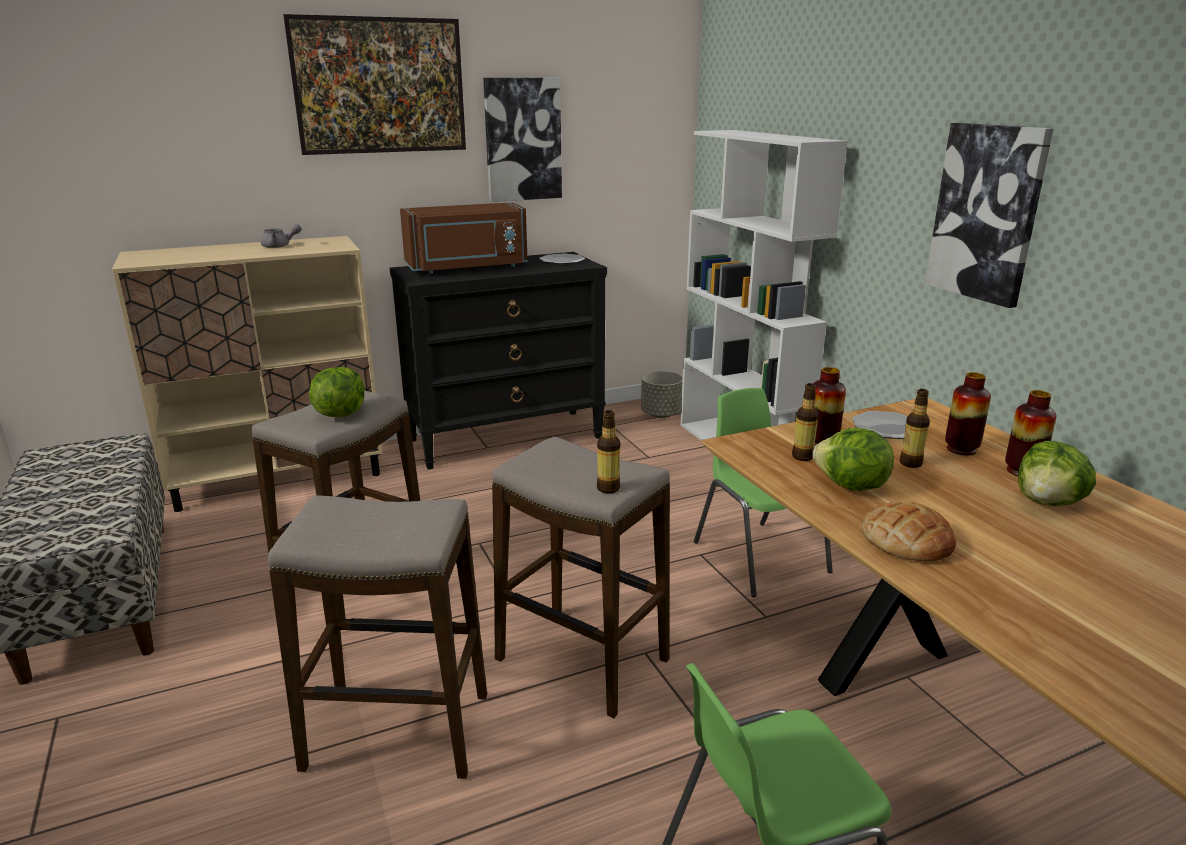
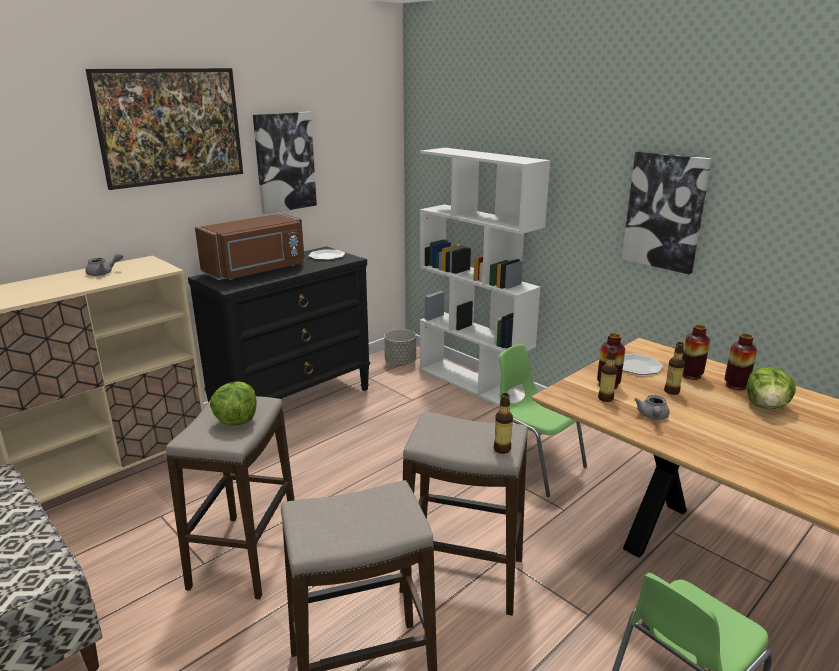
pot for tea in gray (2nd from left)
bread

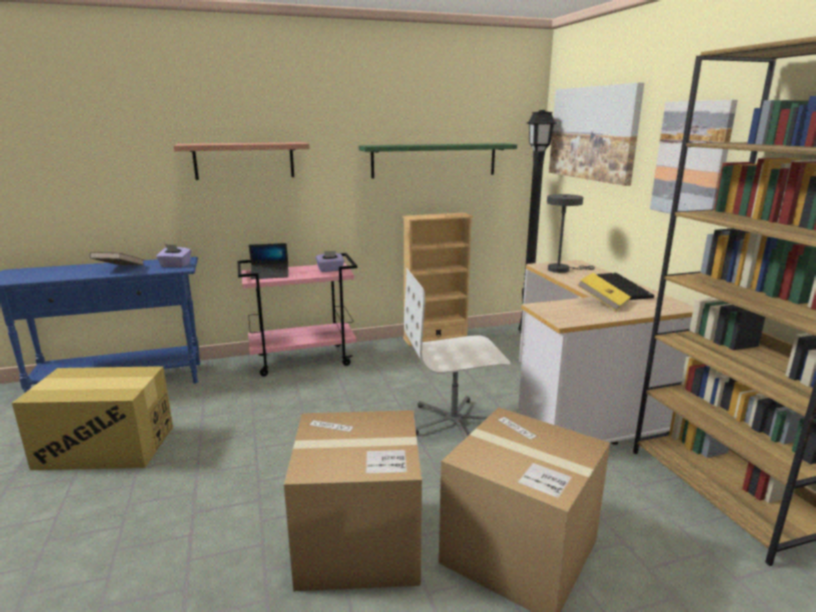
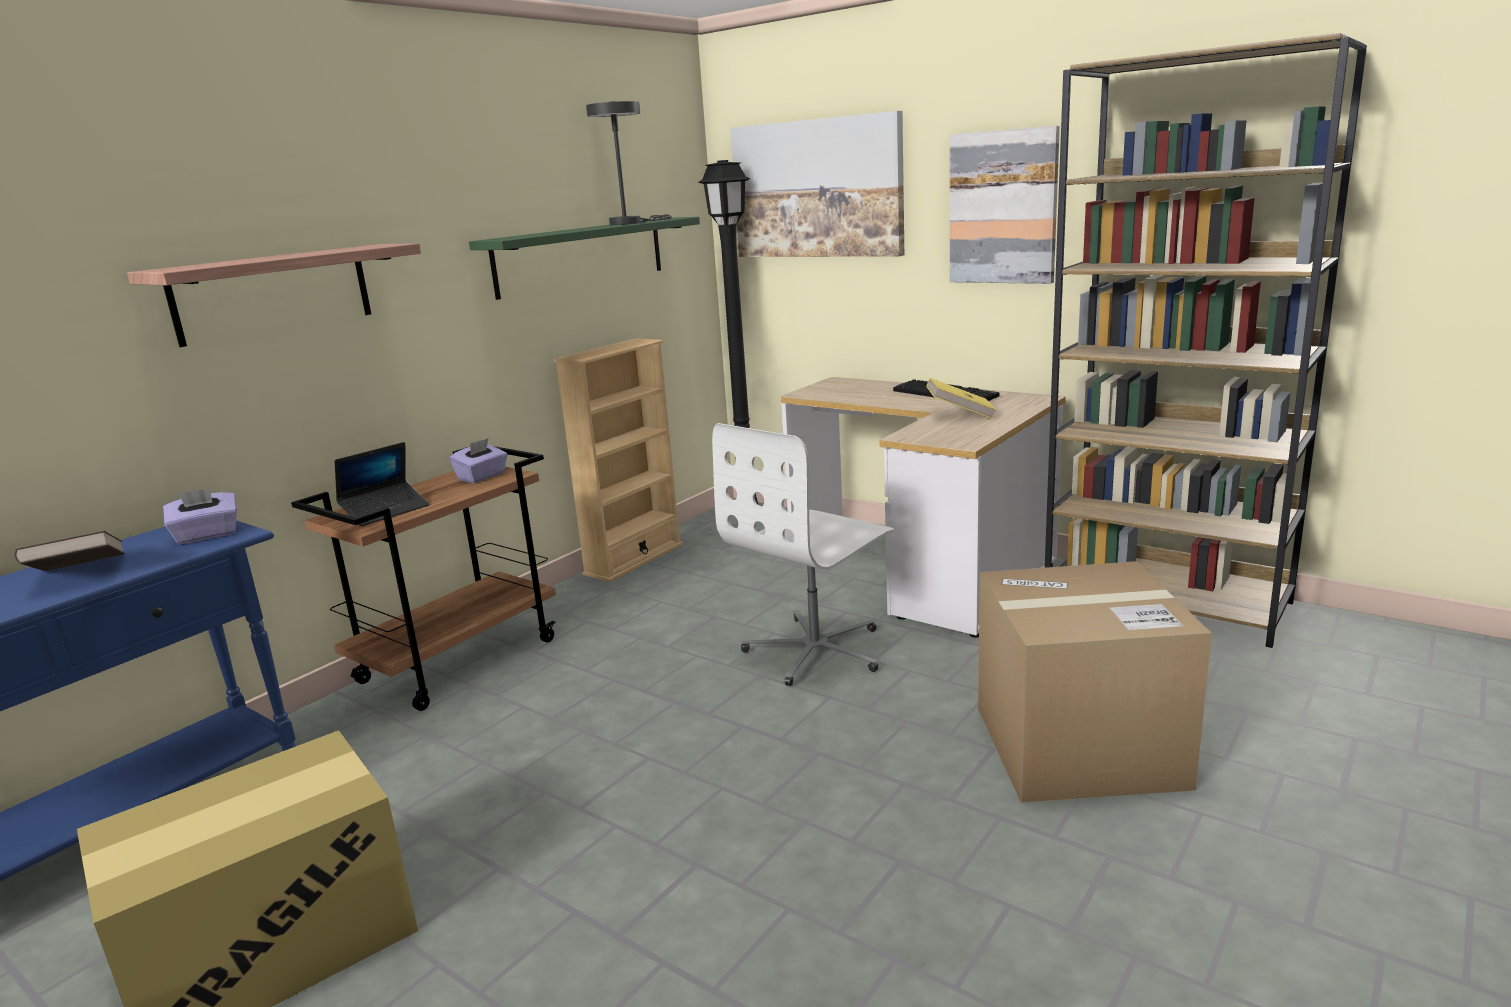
wheeled cart in brown-coloured
lamp for a table in gray
packing box (2nd from left in the first image)

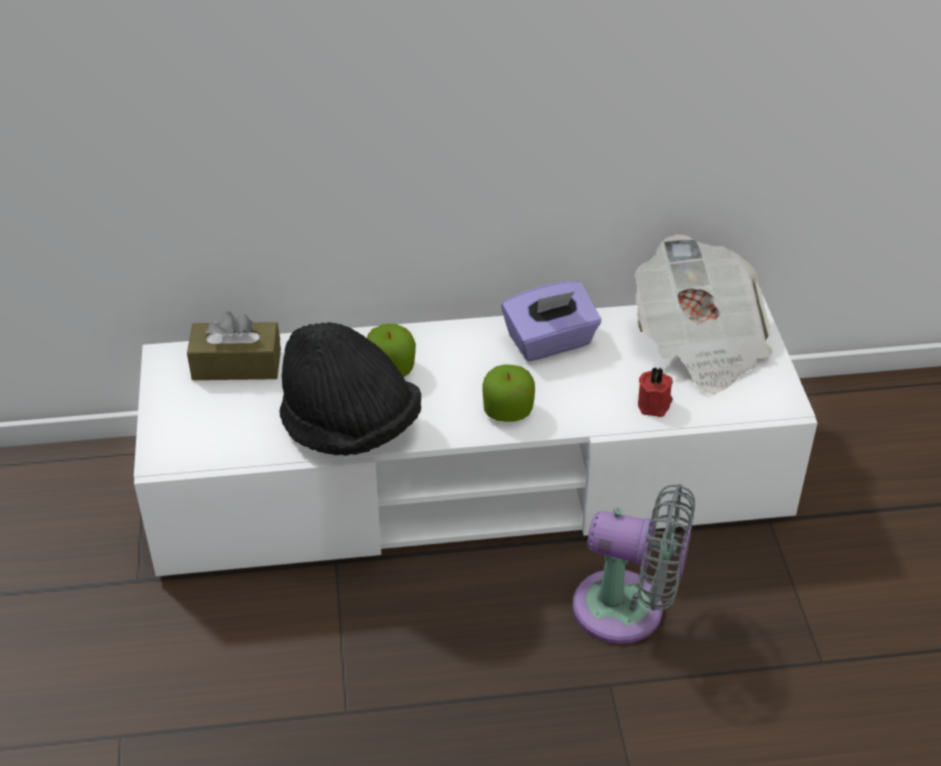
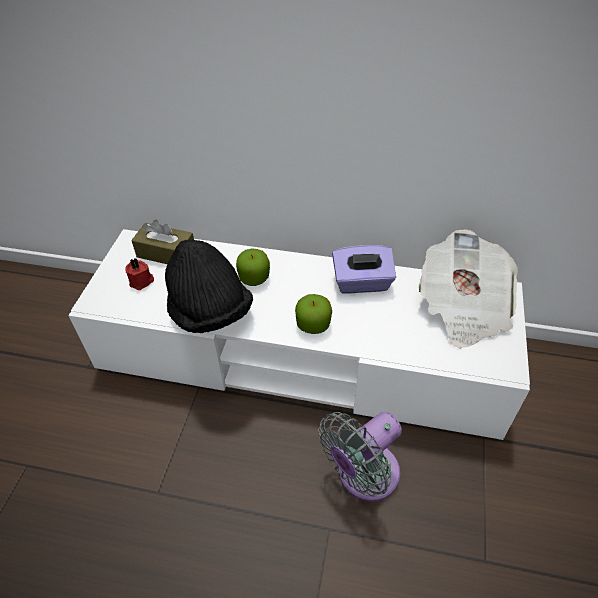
wax candle in reddish
electric fan in gray

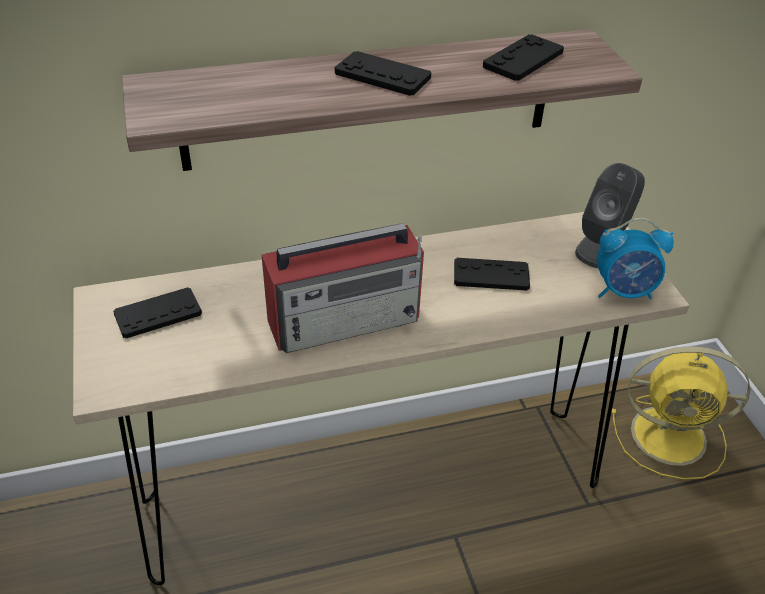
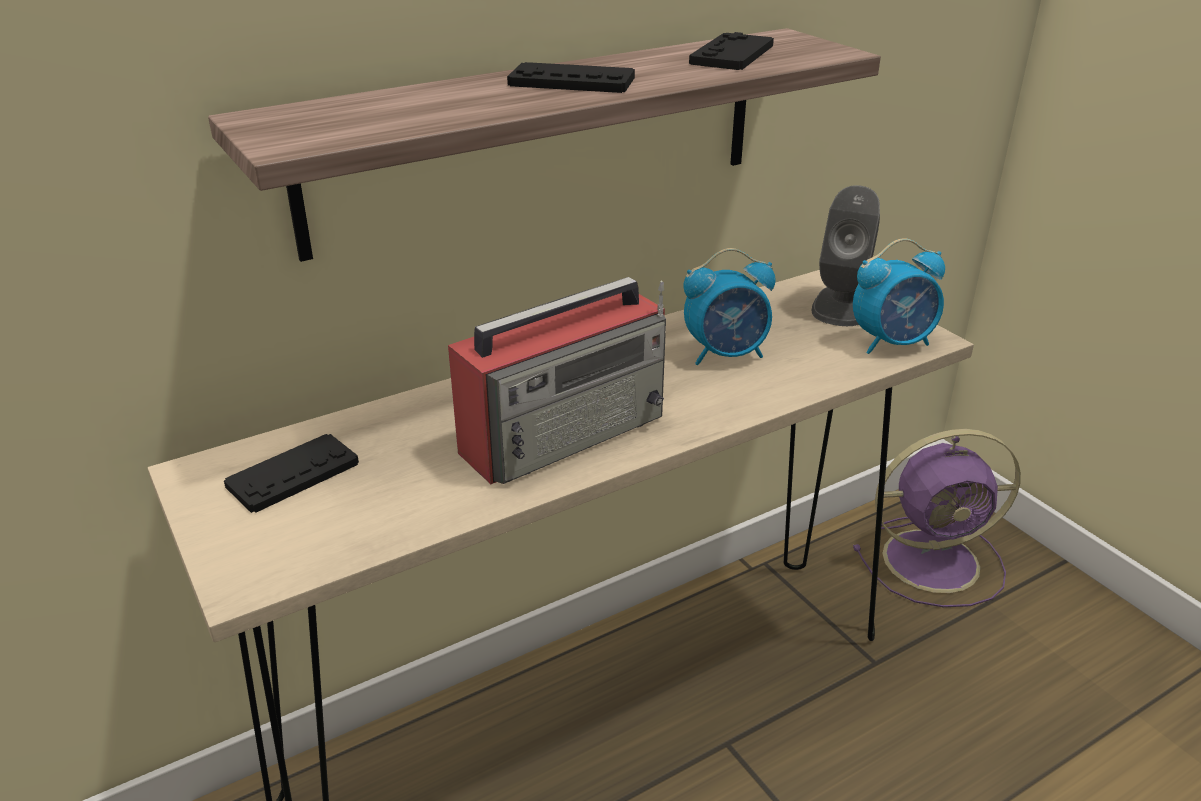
alarm clock (1st from left)
electric fan in purple

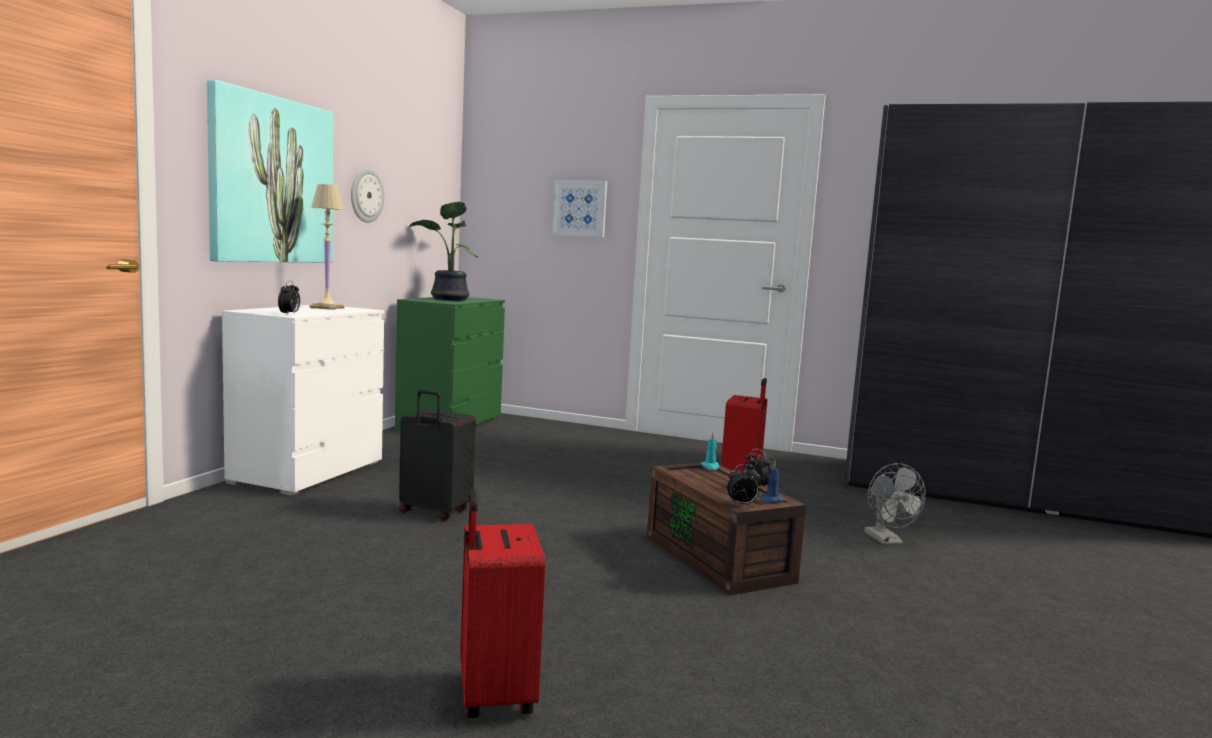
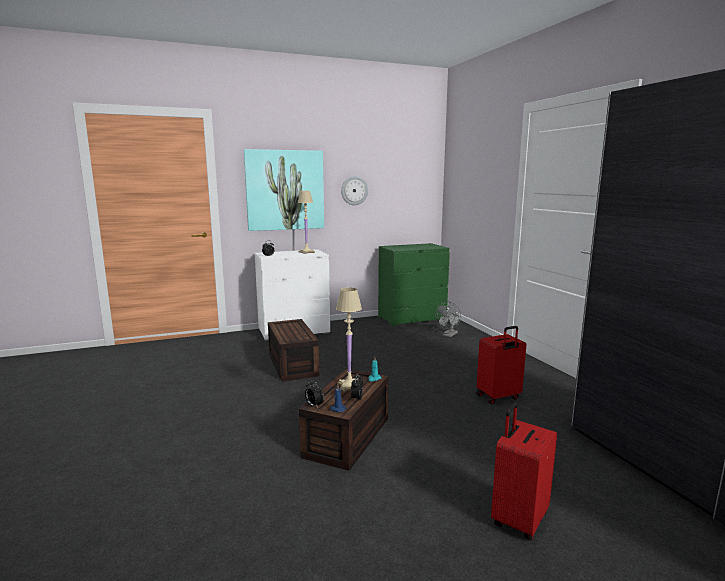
storage bin in brown-coloured (1st from left)
lamp for a table in beige-coloured (2nd from left)
electric fan in gray
travel case in reddish (2nd from left)
plant in a pot
wall art (2nd from left in the first image)

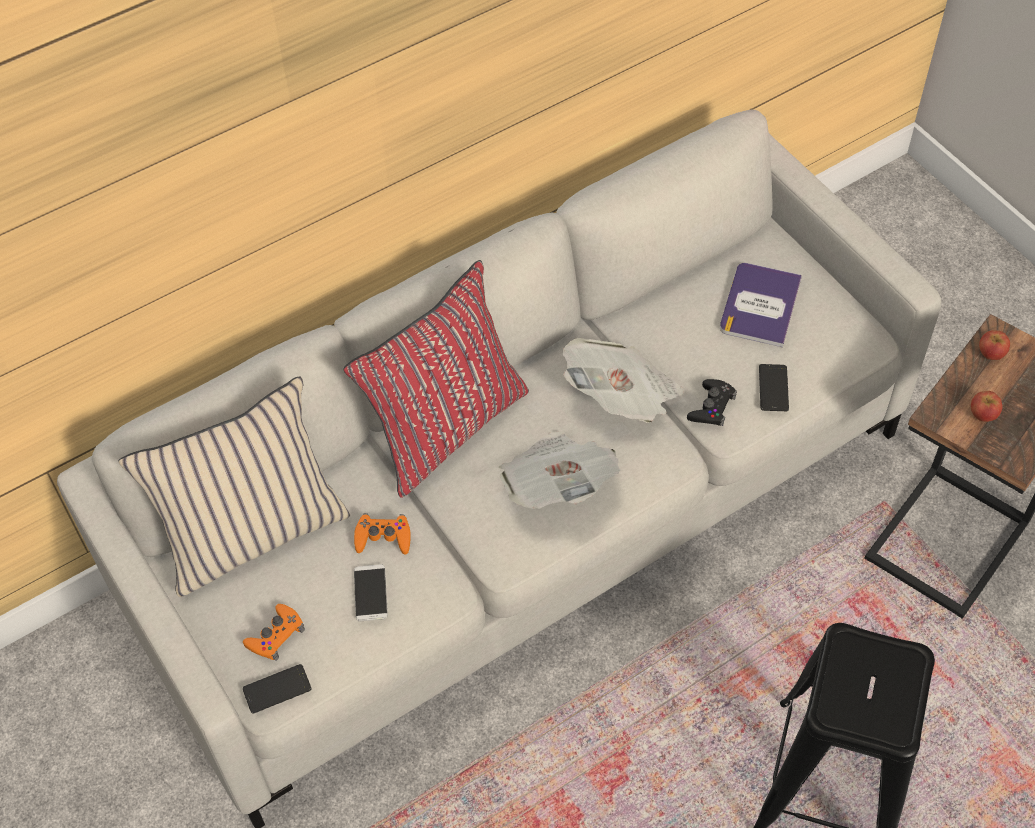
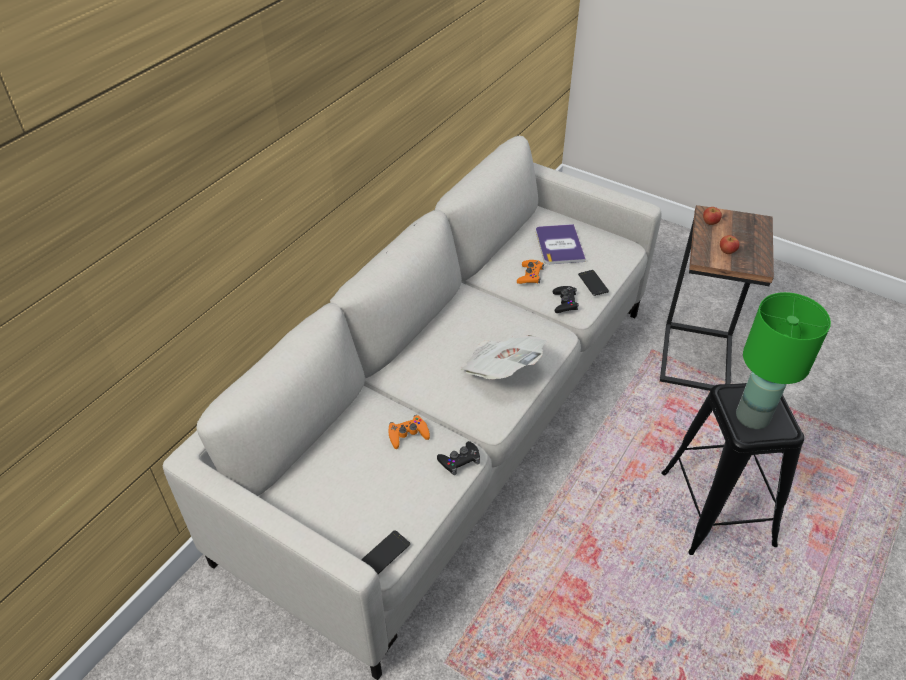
gamepad in blackish (1st from left)
gamepad in orange (2nd from left)
lamp for a table in green-coloured
pillow in beige-coloured
pillow in reddish
telephone (2nd from left in the first image)
printed paper (2nd from left in the first image)

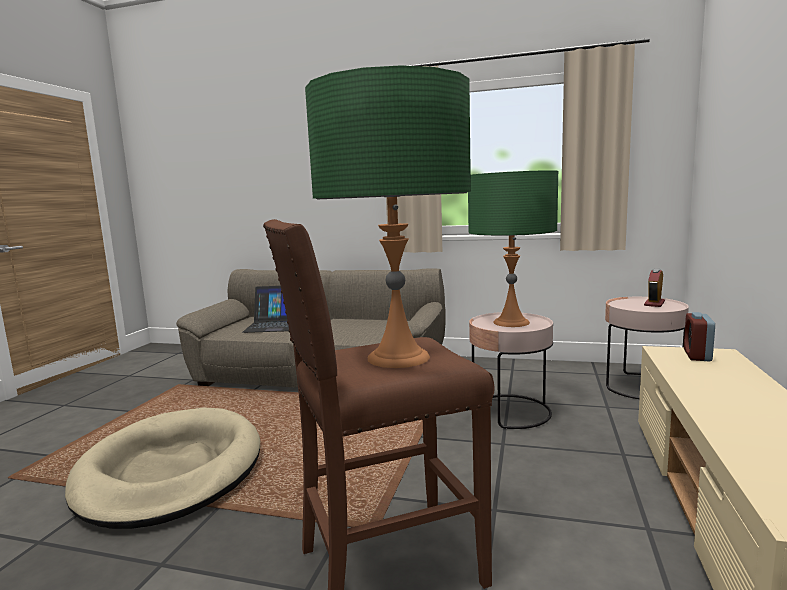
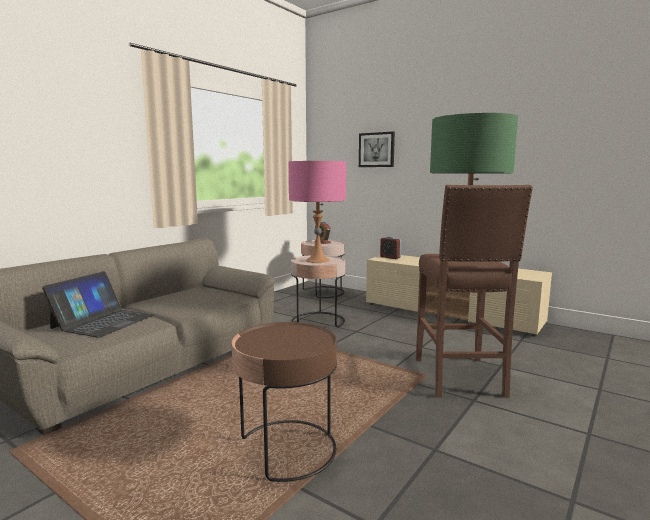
side table in brown-coloured
lamp for a table in pinkish
wall art

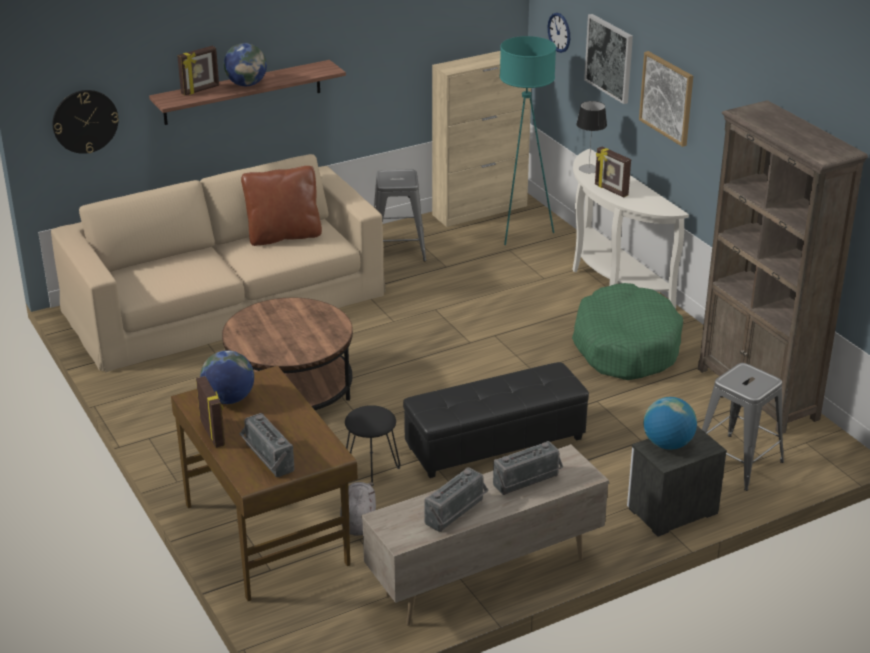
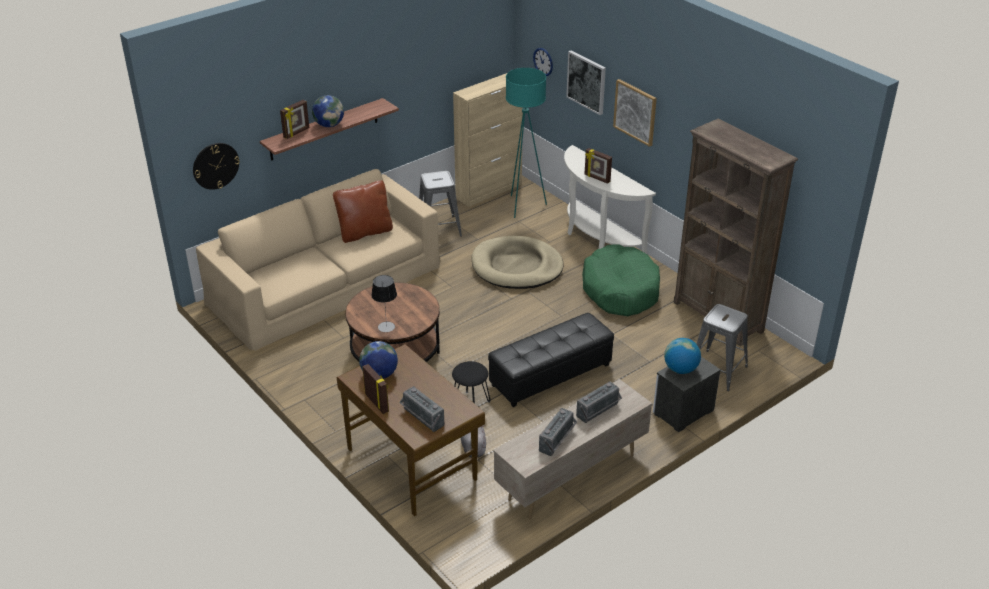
lamp for a table
pet bed in beige-coloured

